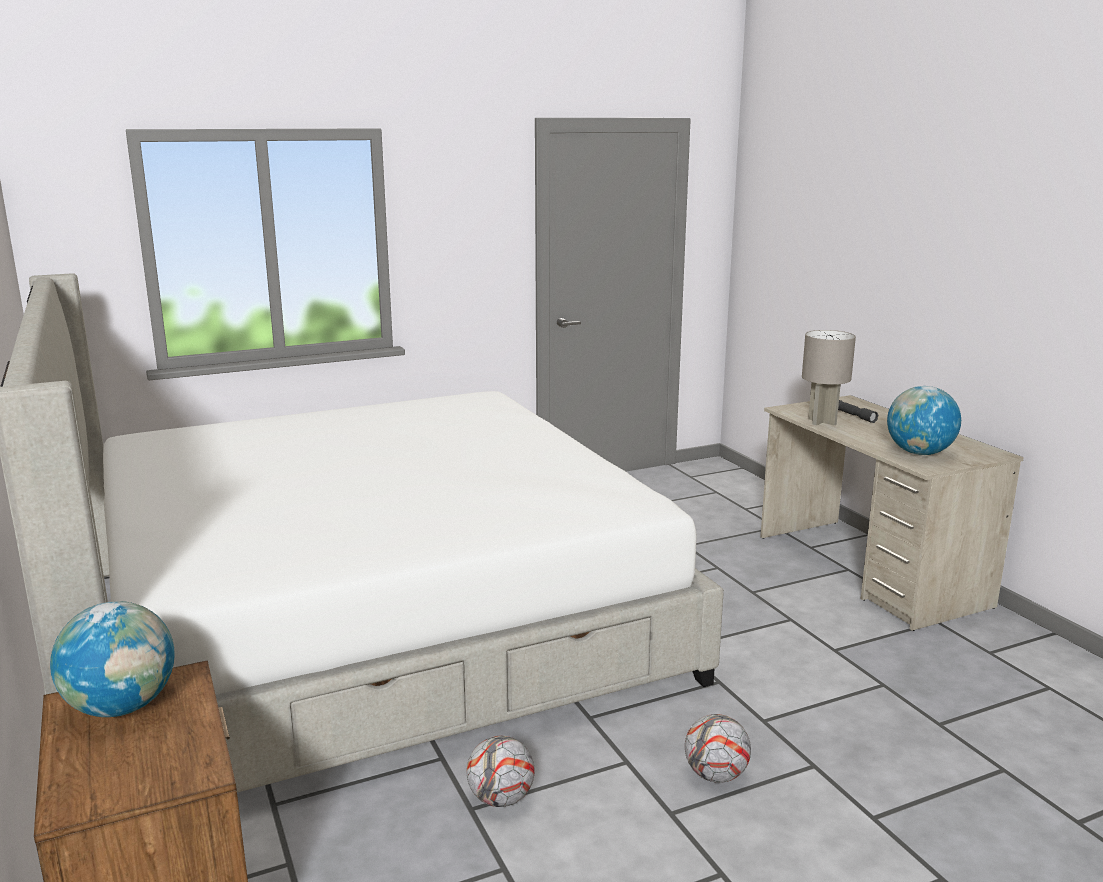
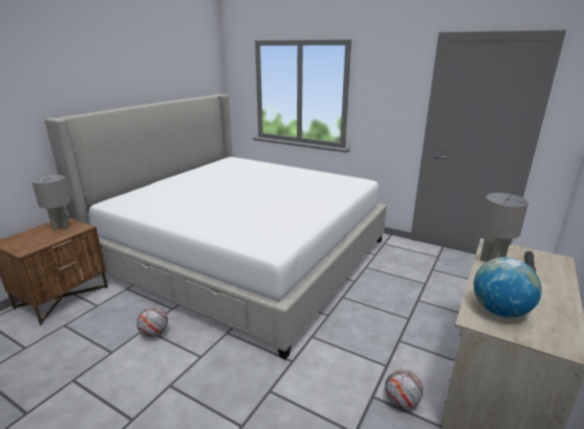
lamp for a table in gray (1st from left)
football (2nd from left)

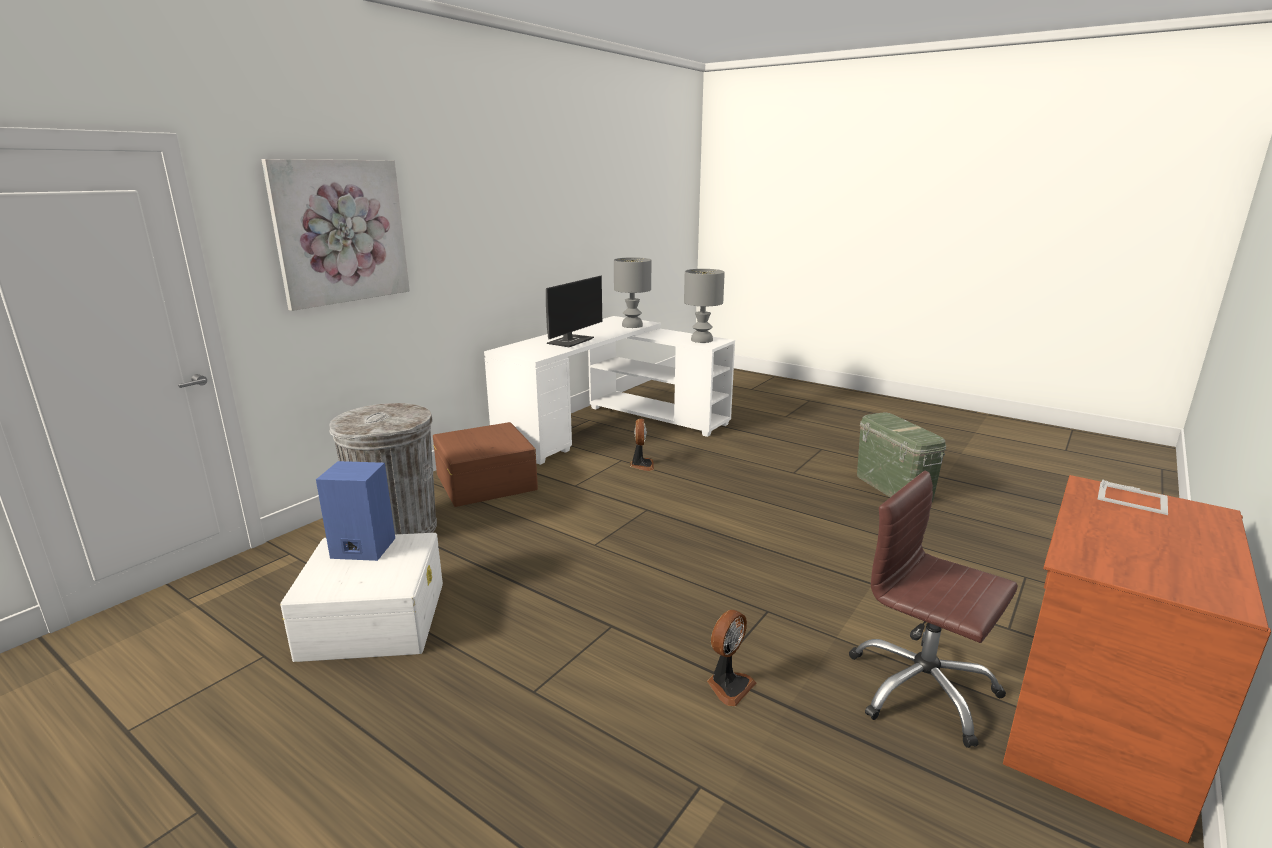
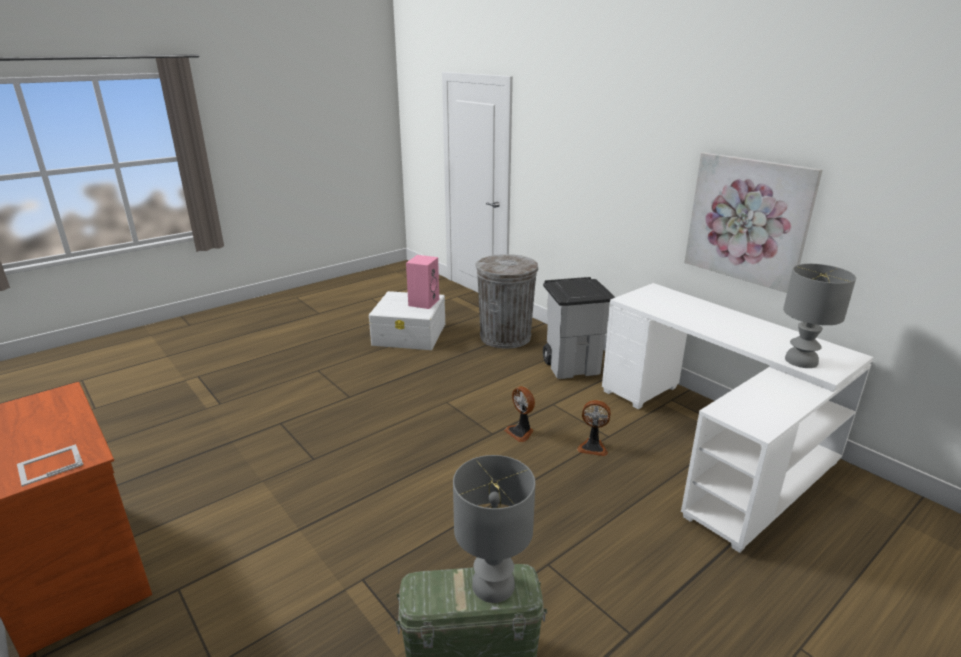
audio speaker in pinkish
lamp for a table in gray (1st from left)
electric fan (1st from left)
waste bin in gray (2nd from left)
wall art
computer screen
desk chair in brown-coloured

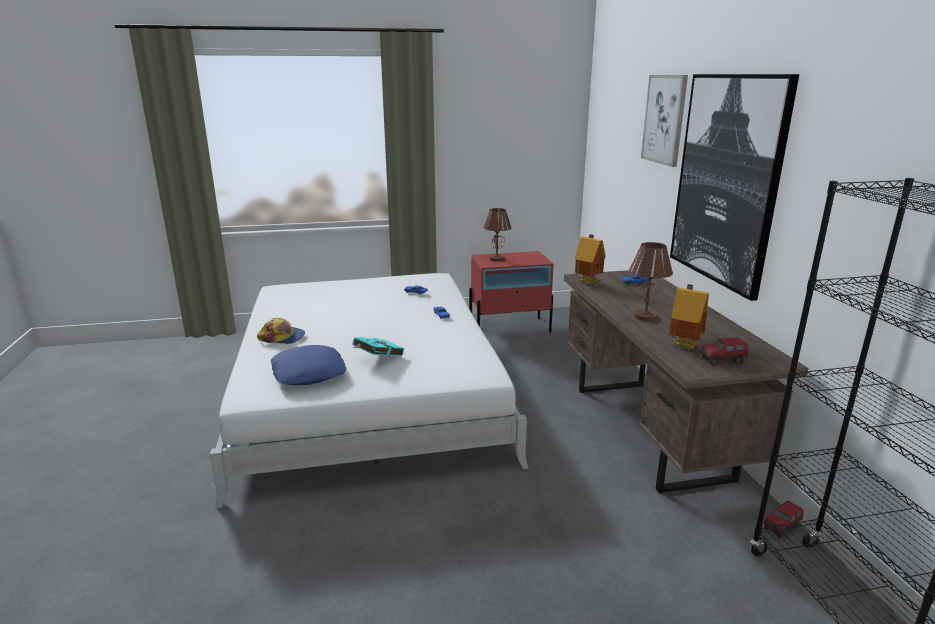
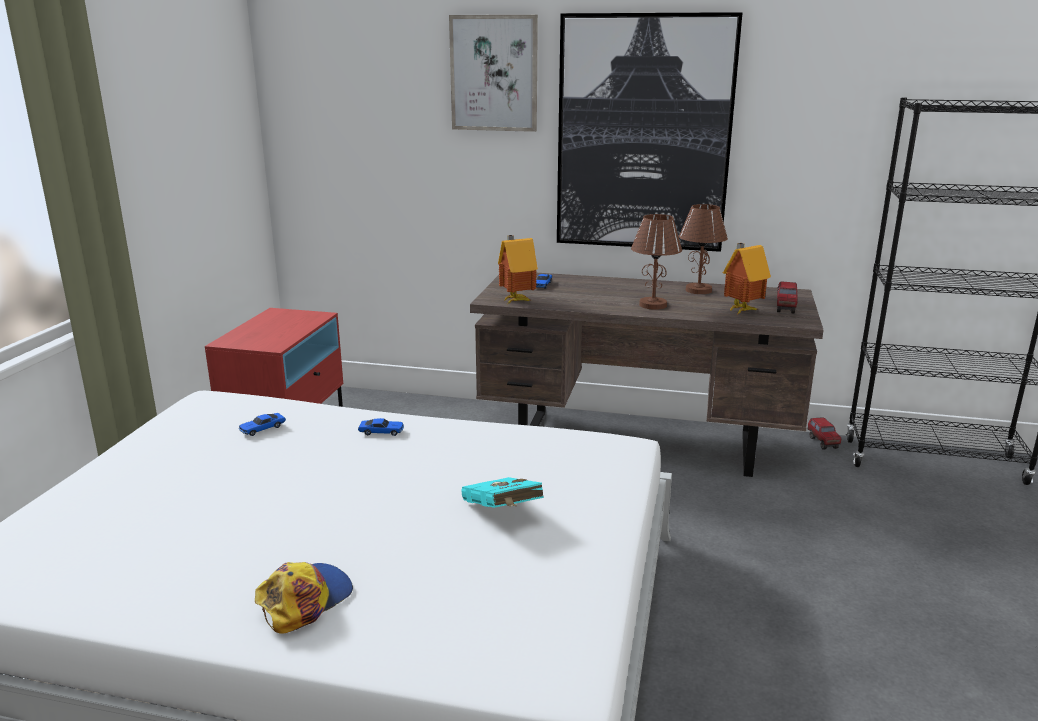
lamp for a table in brown-coloured (2nd from left)
pillow in blue-coloured

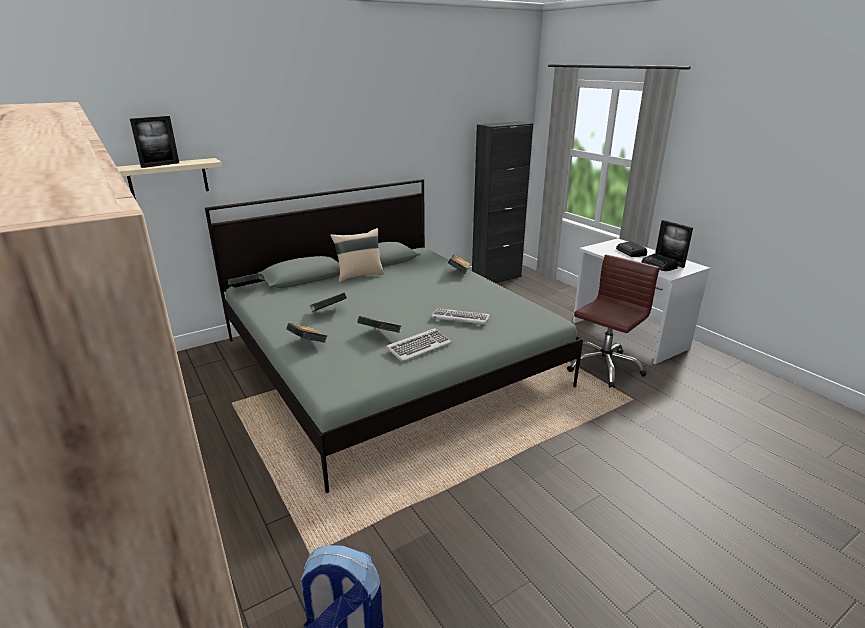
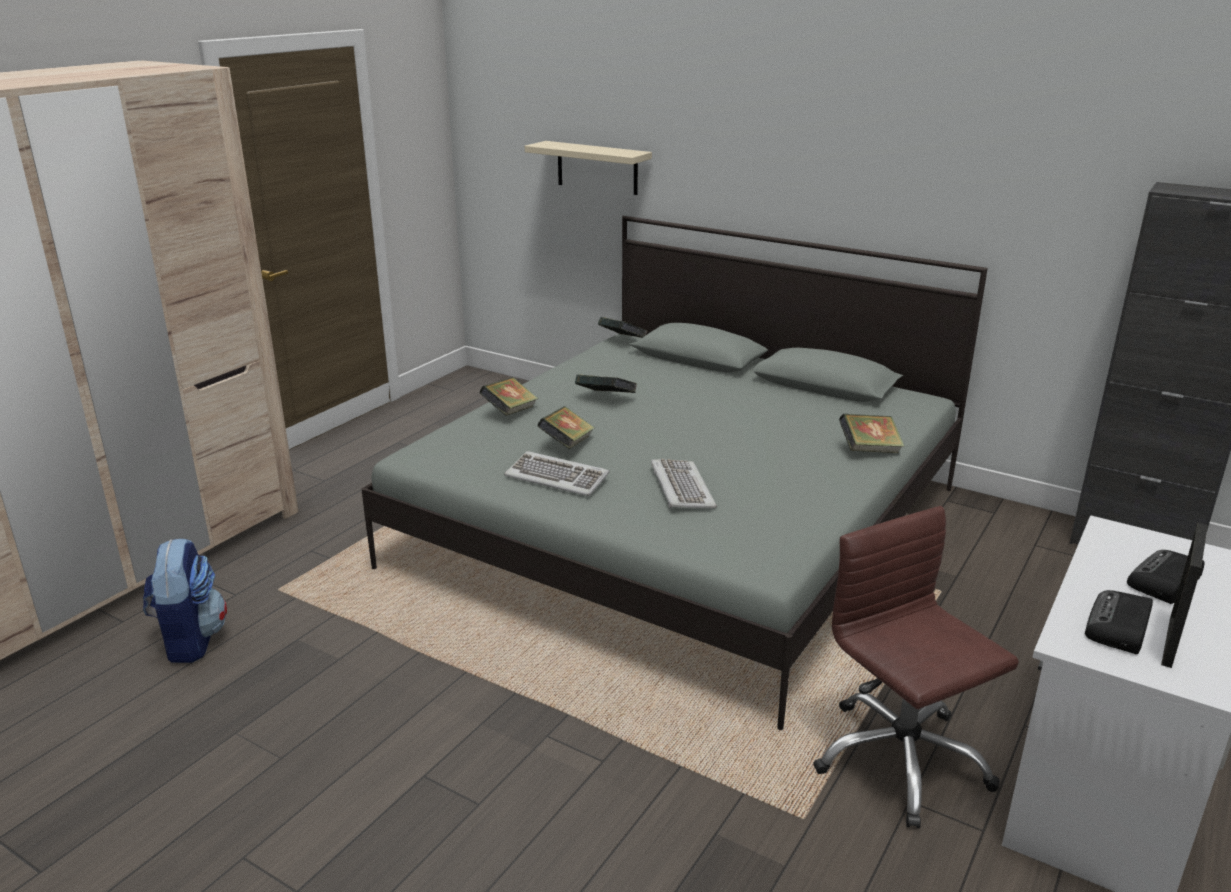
desk chair in brown-coloured
photo frame (1st from left in the first image)
pillow in beige-coloured

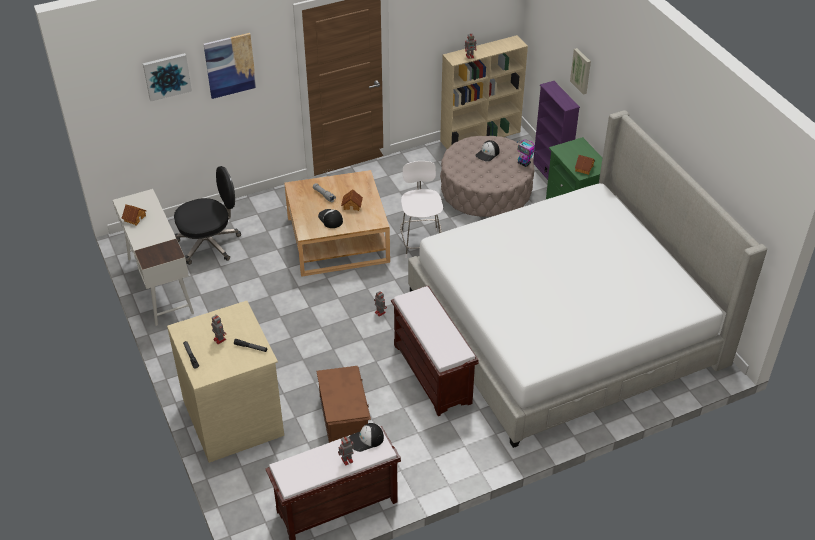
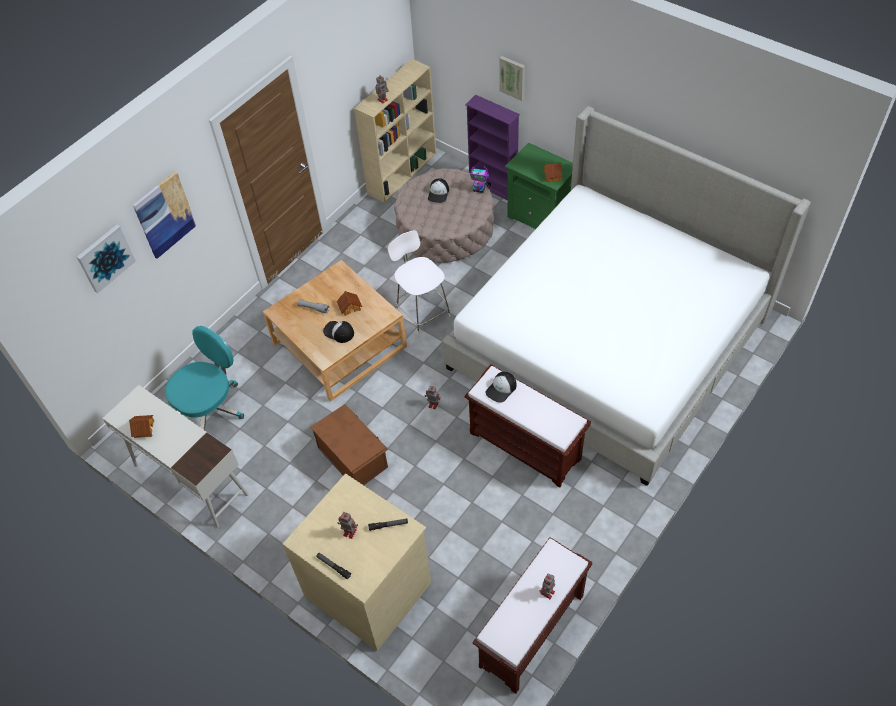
desk chair in blue-green
storage bin in brown-coloured
peaked cap (3rd from left)

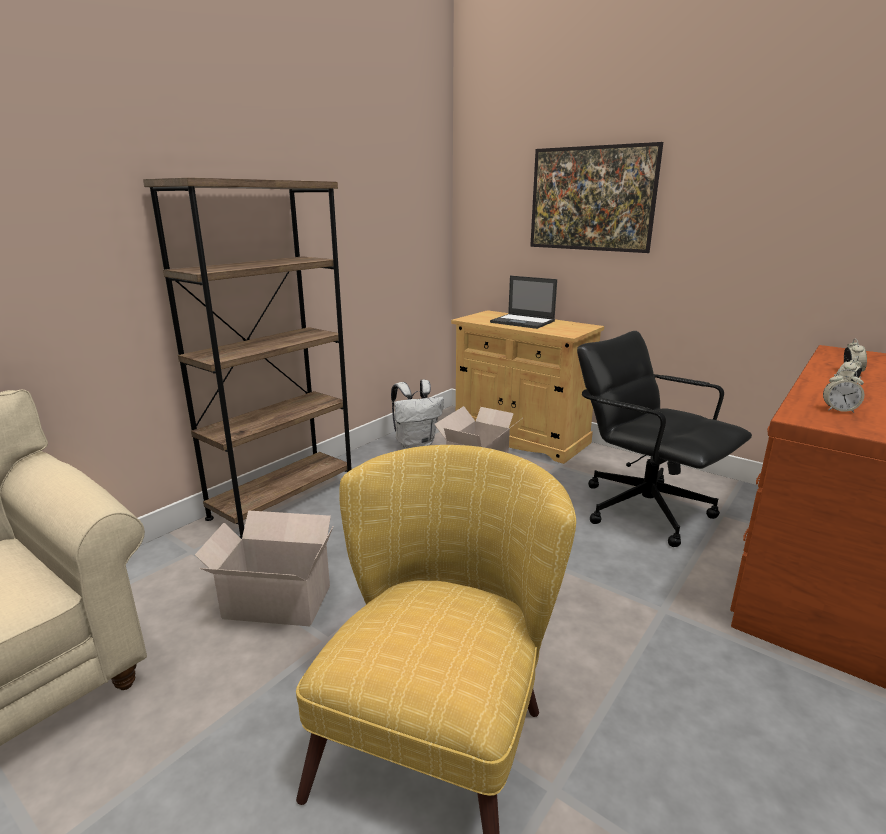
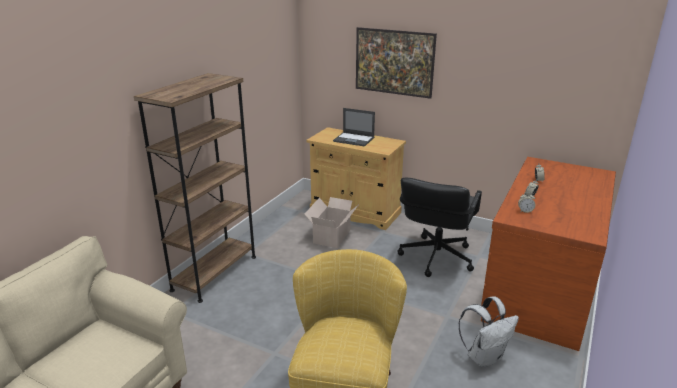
desk chair in blackish
rucksack in white-coloured
packing box (1st from left in the first image)

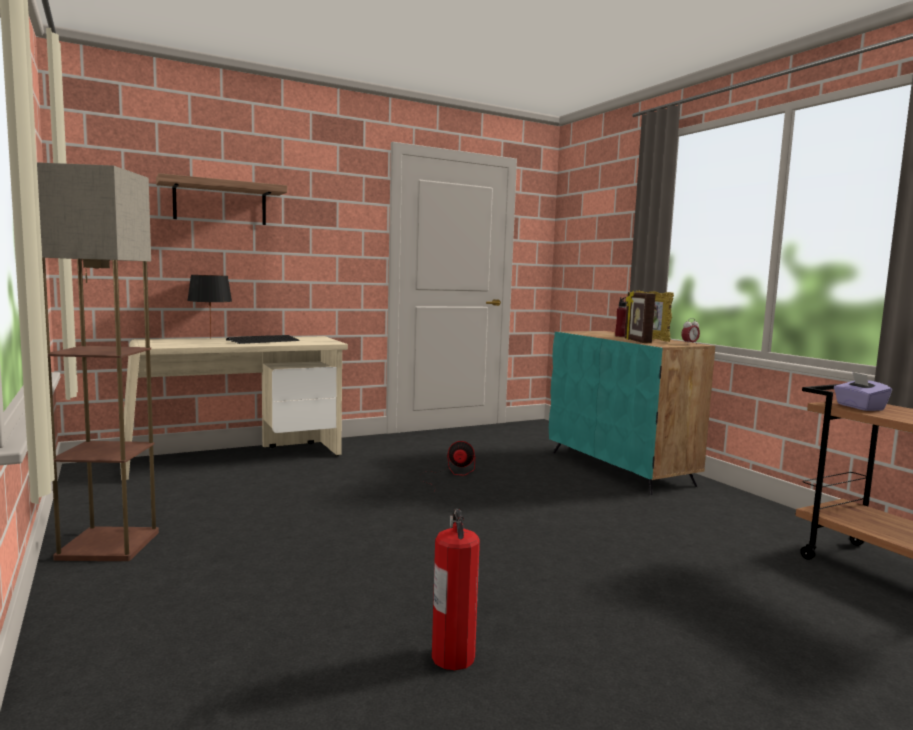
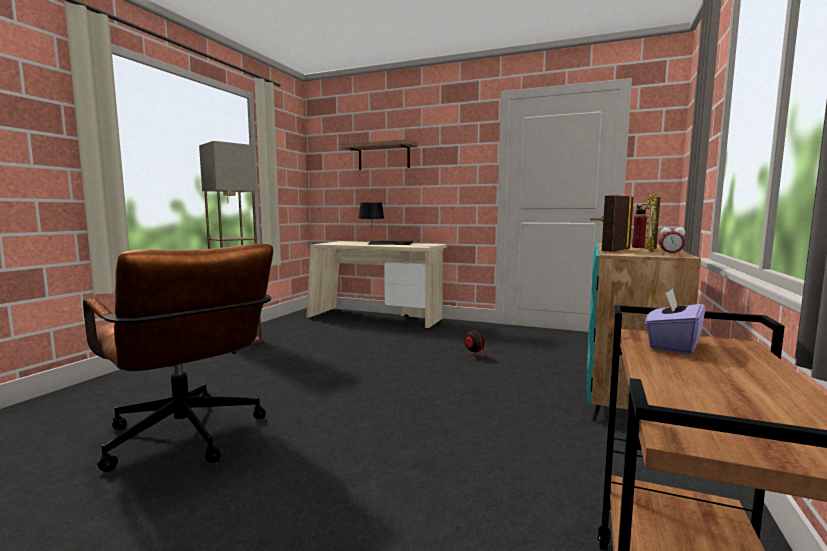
desk chair in brown-coloured

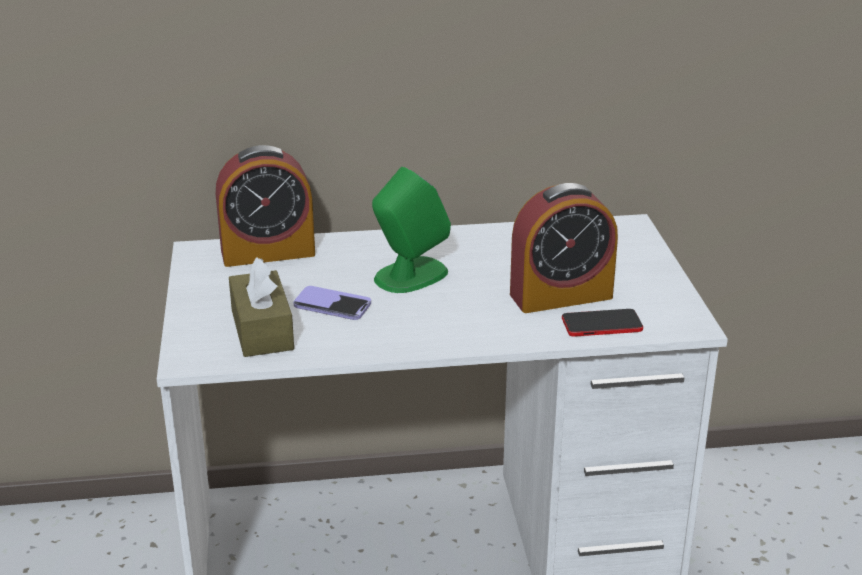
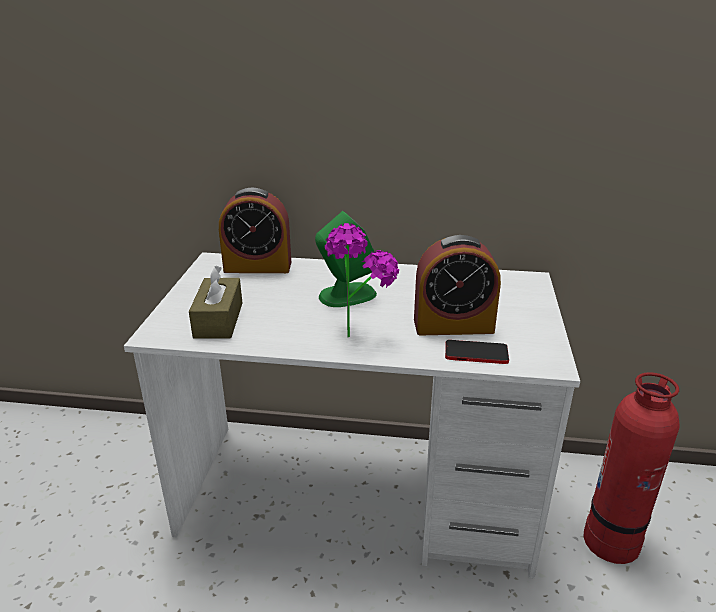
plant in a pot
extinguisher
telephone (1st from left in the first image)

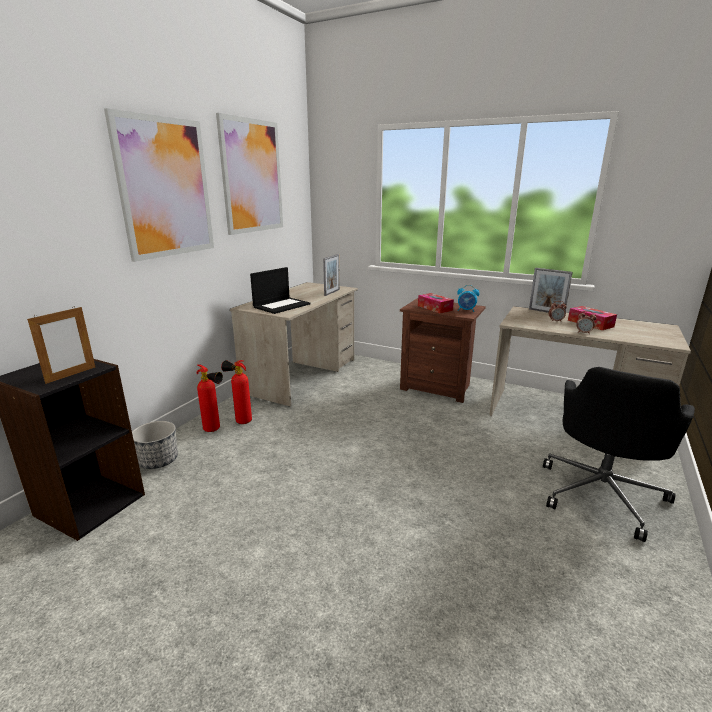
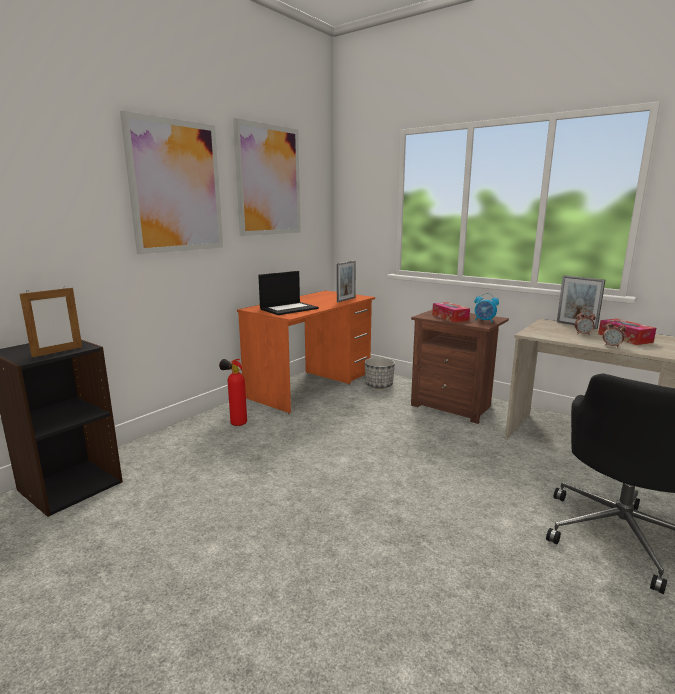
desk unit in orange
plant pot
extinguisher (1st from left in the first image)

